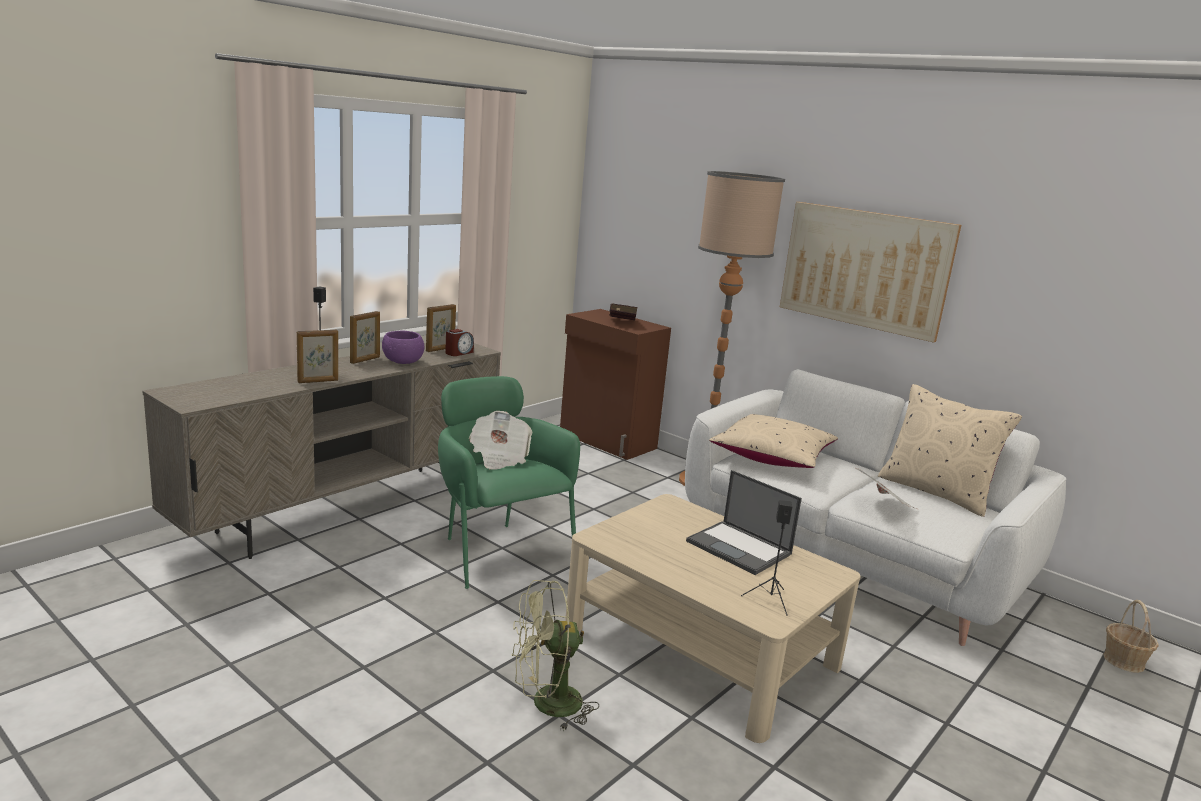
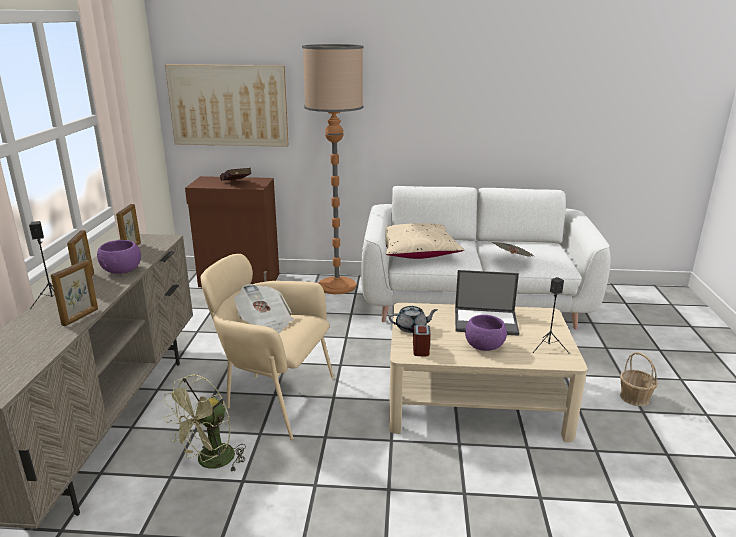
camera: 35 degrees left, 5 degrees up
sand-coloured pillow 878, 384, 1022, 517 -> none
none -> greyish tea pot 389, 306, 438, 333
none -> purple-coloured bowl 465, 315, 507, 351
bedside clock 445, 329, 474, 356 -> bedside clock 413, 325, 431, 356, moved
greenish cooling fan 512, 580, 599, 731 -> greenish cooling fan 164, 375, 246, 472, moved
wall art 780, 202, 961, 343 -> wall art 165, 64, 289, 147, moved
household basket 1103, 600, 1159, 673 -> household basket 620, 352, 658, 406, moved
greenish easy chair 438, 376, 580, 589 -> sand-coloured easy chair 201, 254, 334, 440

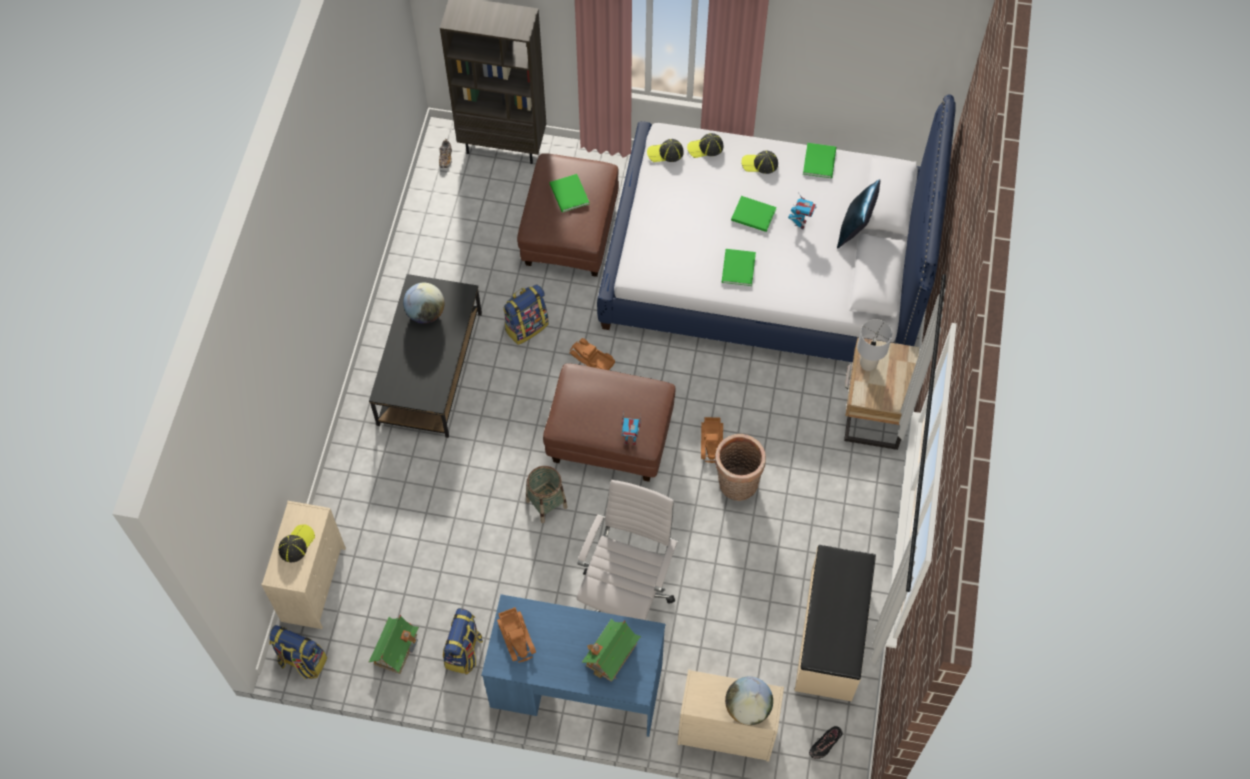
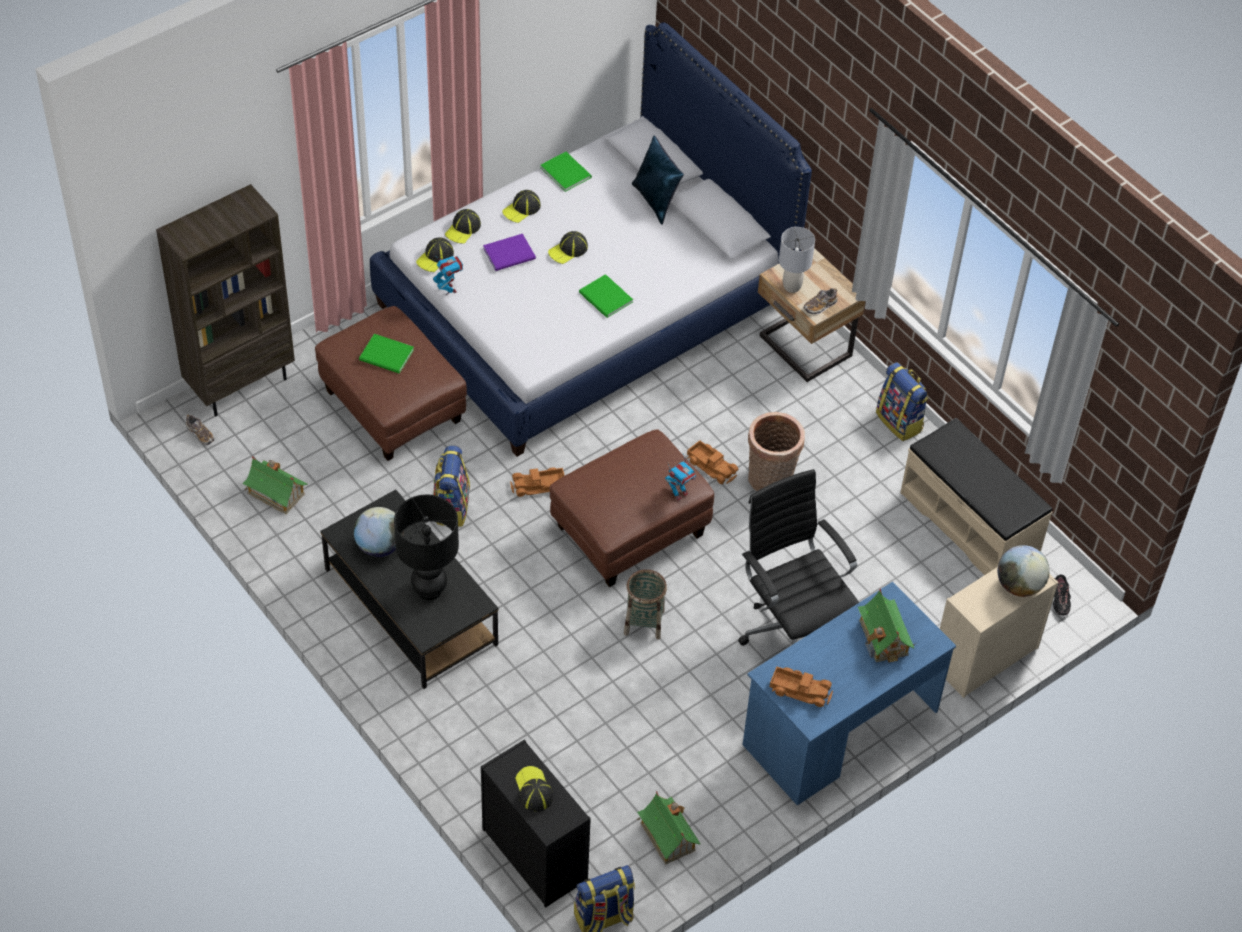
camera: 50 degrees left, 10 degrees down
none -> model house 242, 456, 308, 514
none -> black-coloured table lamp 394, 494, 459, 600
none -> purple-coloured book 483, 234, 536, 271
none -> item of footwear 804, 288, 837, 314
knapsack 443, 608, 483, 674 -> knapsack 876, 362, 928, 441, moved
robot figure 788, 192, 816, 229 -> robot figure 433, 256, 463, 295, moved
greenish book 731, 196, 776, 232 -> baseball cap 548, 231, 588, 264
sand-coloured drawer chest 261, 501, 346, 629 -> black-coloured drawer chest 481, 740, 591, 908
white office chair 577, 480, 678, 620 -> black-coloured office chair 738, 469, 859, 646

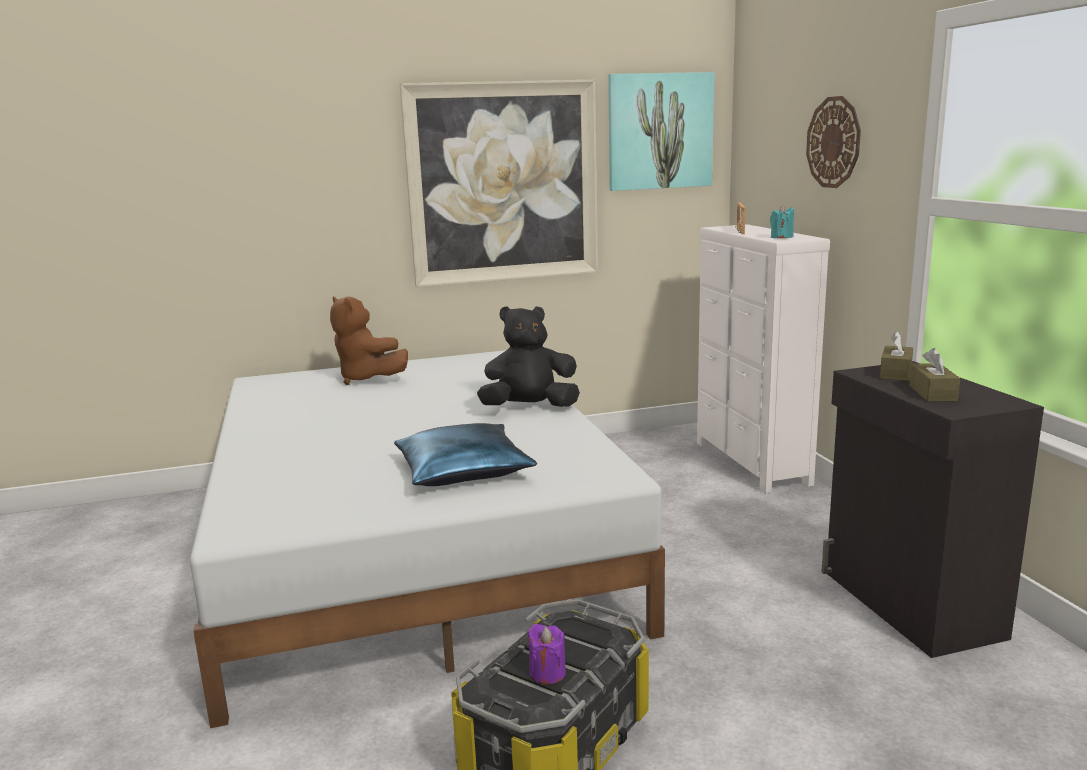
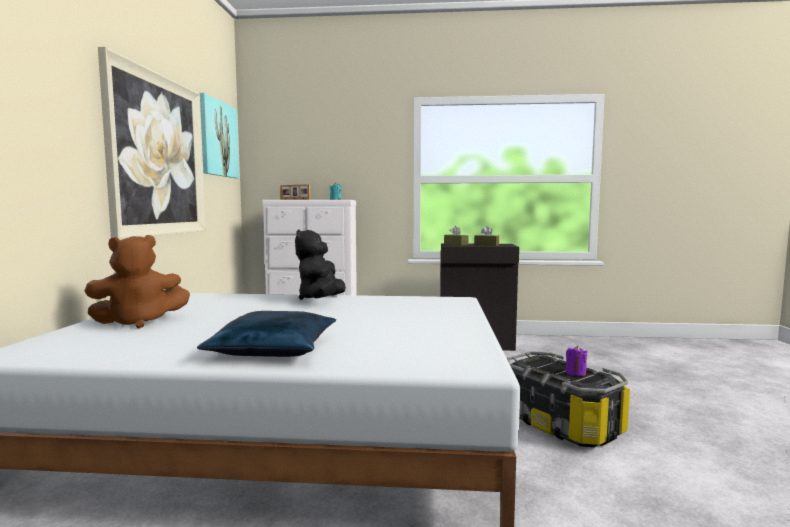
camera: 70 degrees left, 10 degrees down
wall clock 806, 96, 861, 188 -> none
blue pillow 394, 423, 537, 486 -> blue pillow 197, 311, 336, 357, moved

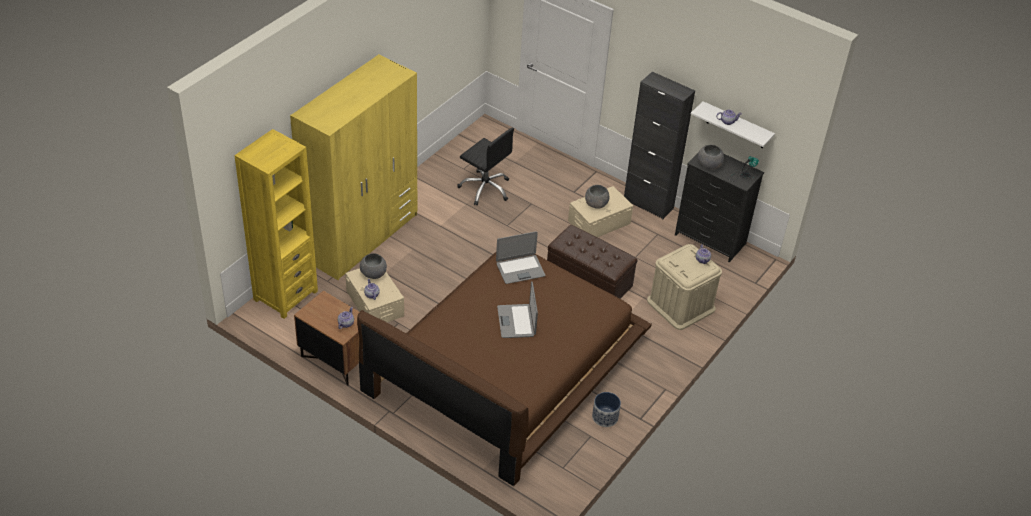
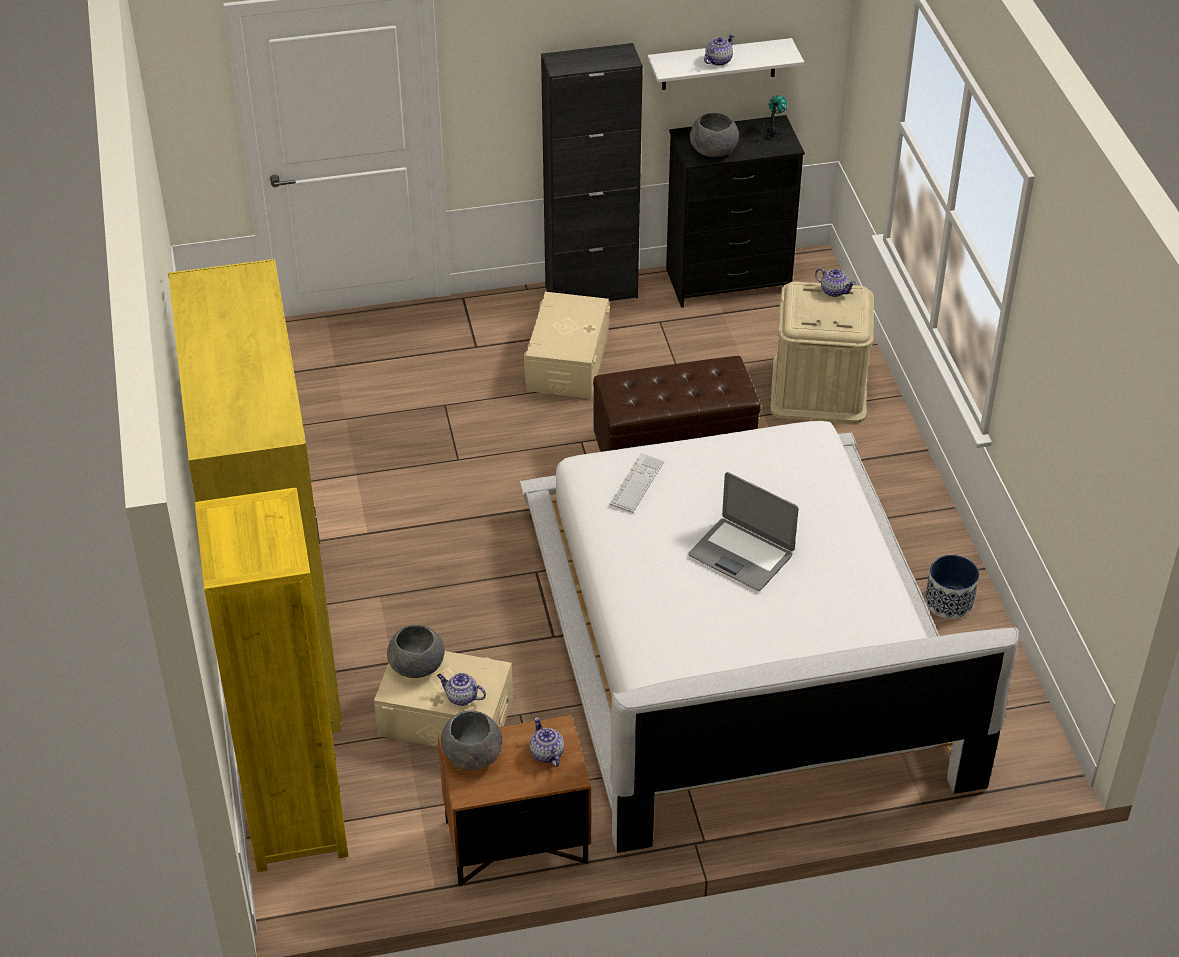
camera: 45 degrees left, 0 degrees up
black-coloured office chair 457, 128, 514, 205 -> none
greyish bowl 585, 185, 609, 209 -> greyish bowl 441, 711, 502, 771, moved
laptop 496, 231, 545, 284 -> keyboard 609, 453, 664, 513
brownish sleeping bed 357, 252, 652, 486 -> white sleeping bed 520, 421, 1019, 853

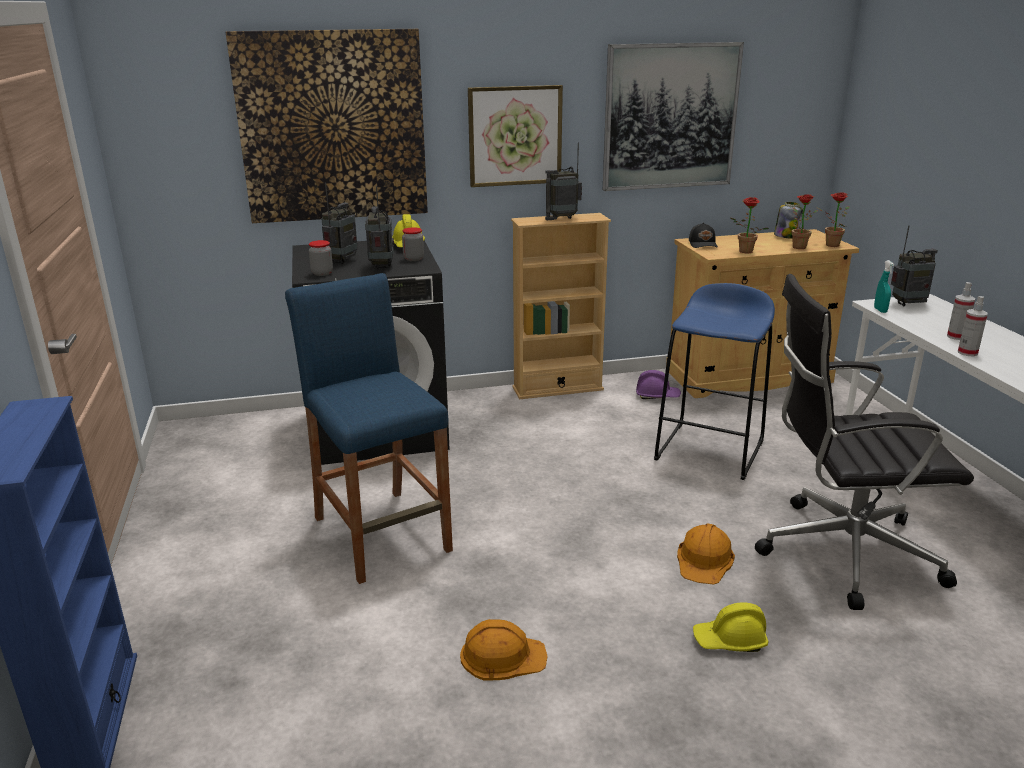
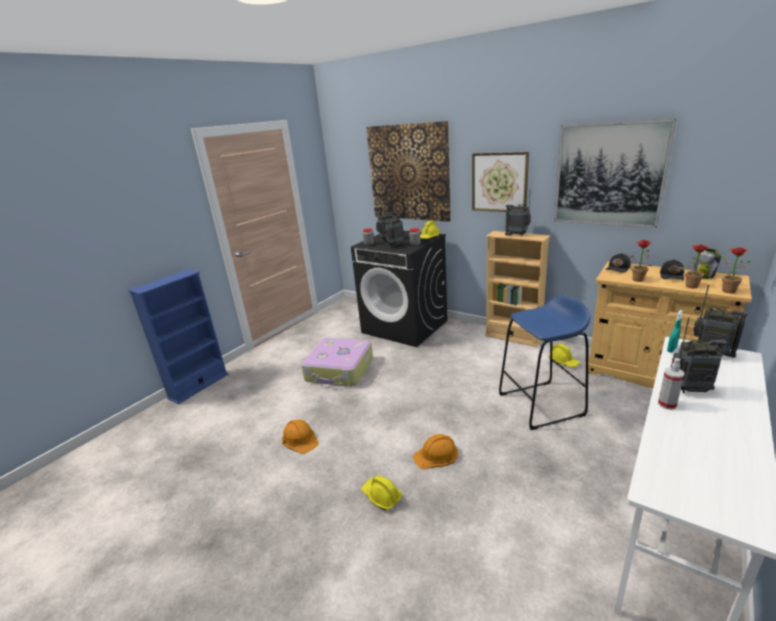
camera: 50 degrees right, 0 degrees up
black-coloured office chair 755, 274, 974, 610 -> none
none -> black-coloured baseball cap 660, 259, 684, 280
blue stool seat 285, 273, 453, 584 -> suitcase 301, 338, 373, 386
hand sprayer 947, 282, 975, 340 -> radio 671, 318, 727, 393
purple-coloured safety helmet 636, 370, 681, 399 -> yellowish safety helmet 548, 344, 580, 367

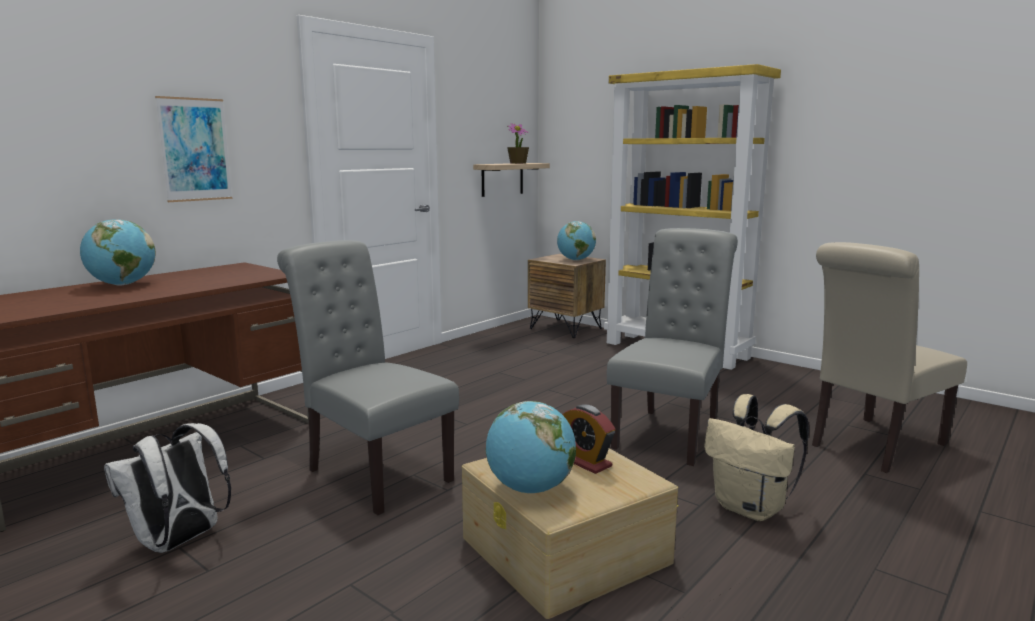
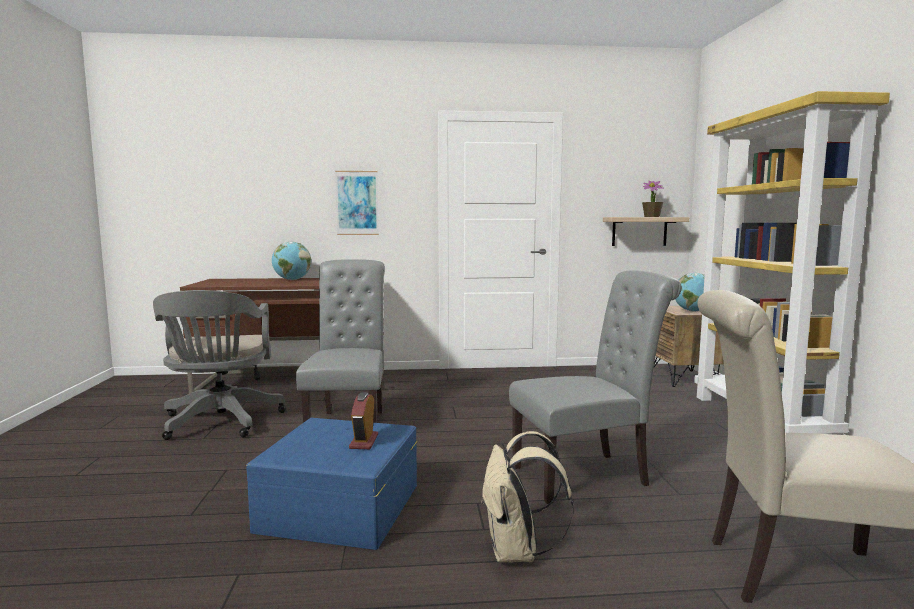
camera: 45 degrees right, 5 degrees down
globe 486, 401, 576, 493 -> none
white knapsack 104, 423, 231, 553 -> greyish office chair 153, 290, 286, 440
sand-coloured storage box 462, 448, 678, 619 -> blue storage box 246, 418, 417, 550

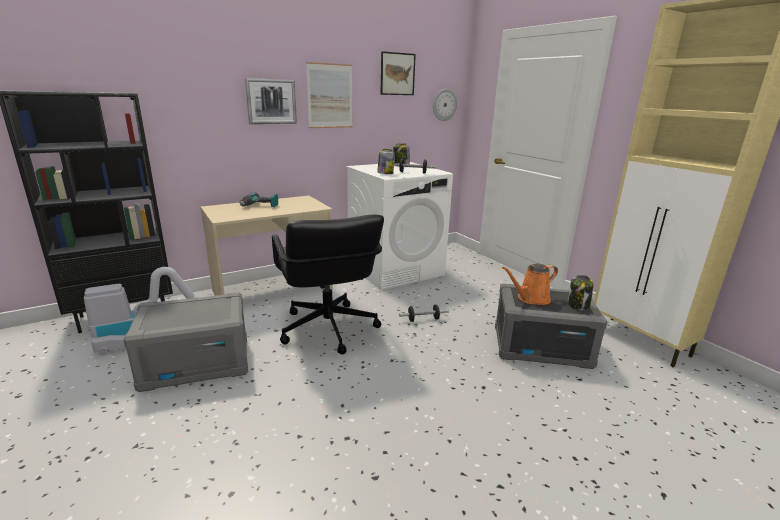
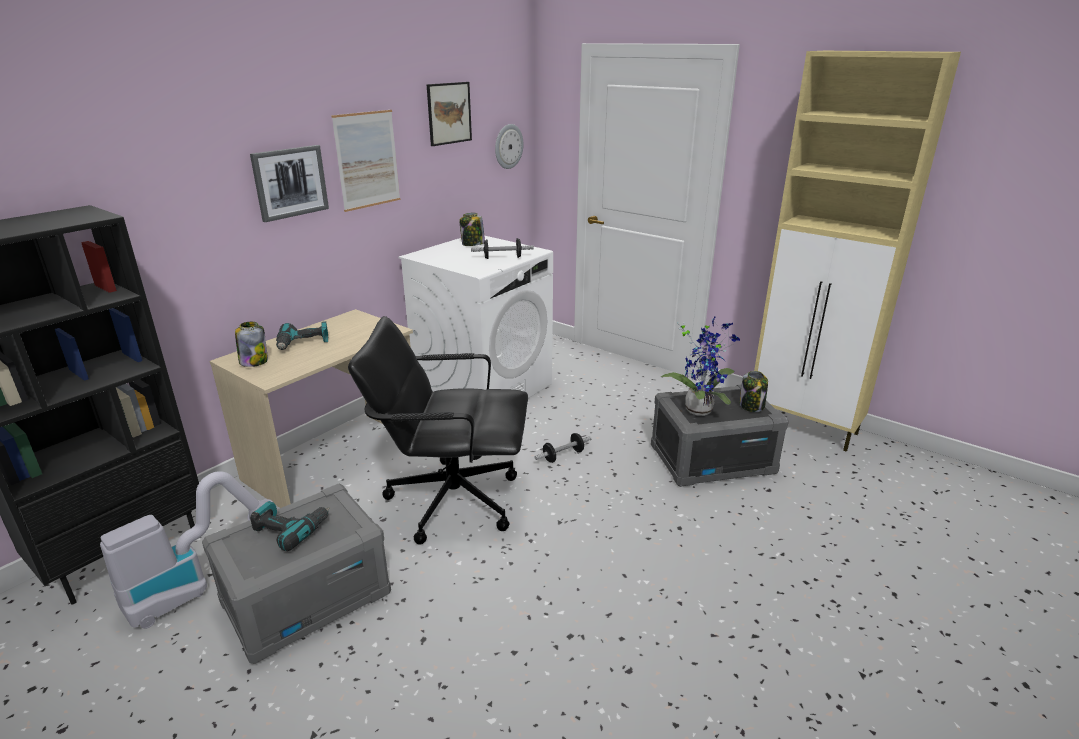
camera: 20 degrees left, 5 degrees up
none -> drill 250, 501, 330, 551
storage jar 377, 149, 395, 174 -> storage jar 235, 322, 268, 367, moved
orange-coloured watering can 502, 263, 558, 305 -> plant in a pot 661, 316, 740, 416
black-coloured office chair 272, 215, 384, 354 -> black-coloured office chair 348, 316, 528, 545, 135 degrees clockwise

